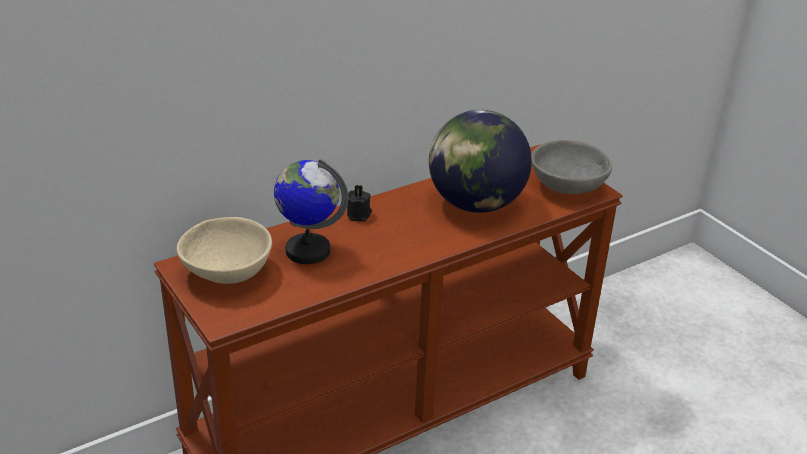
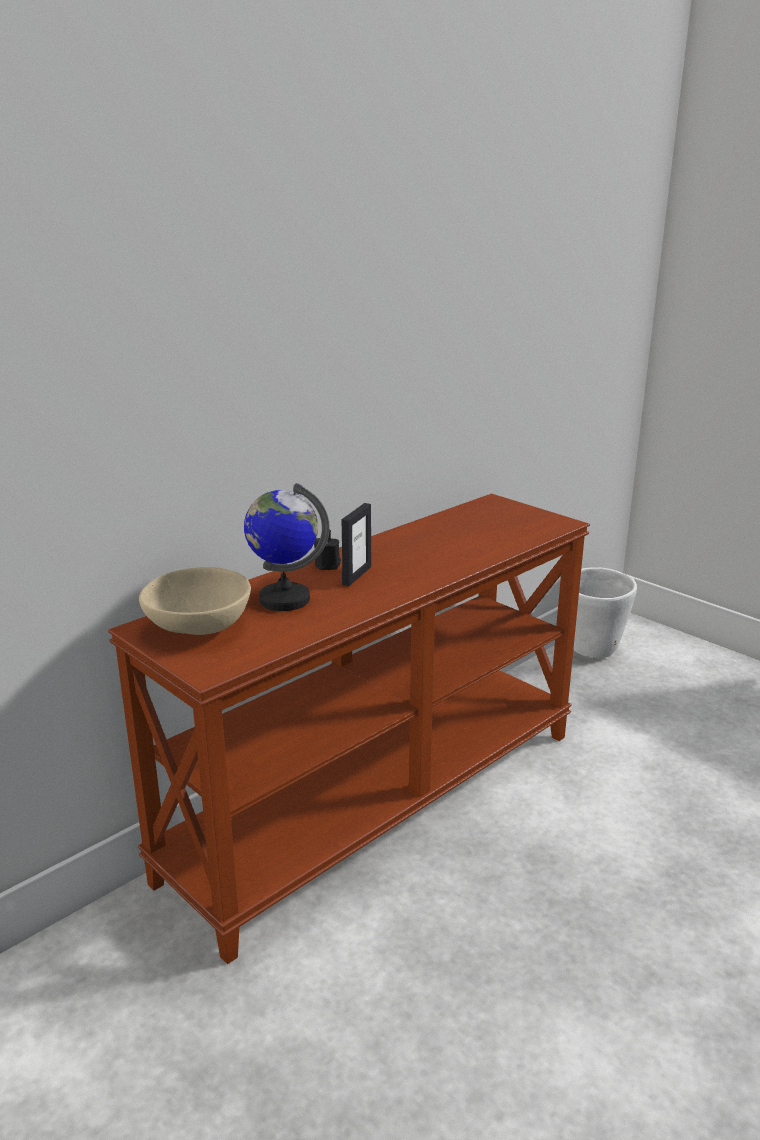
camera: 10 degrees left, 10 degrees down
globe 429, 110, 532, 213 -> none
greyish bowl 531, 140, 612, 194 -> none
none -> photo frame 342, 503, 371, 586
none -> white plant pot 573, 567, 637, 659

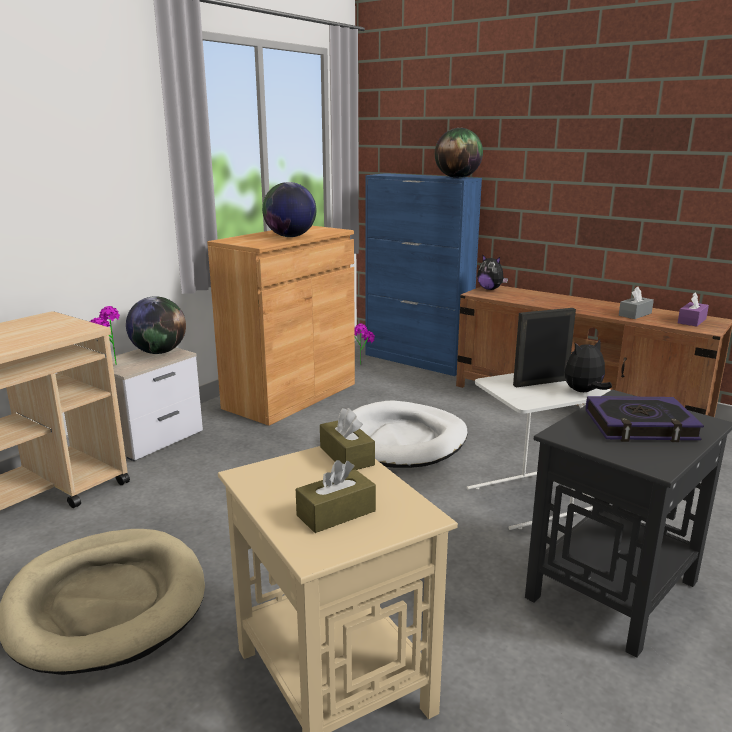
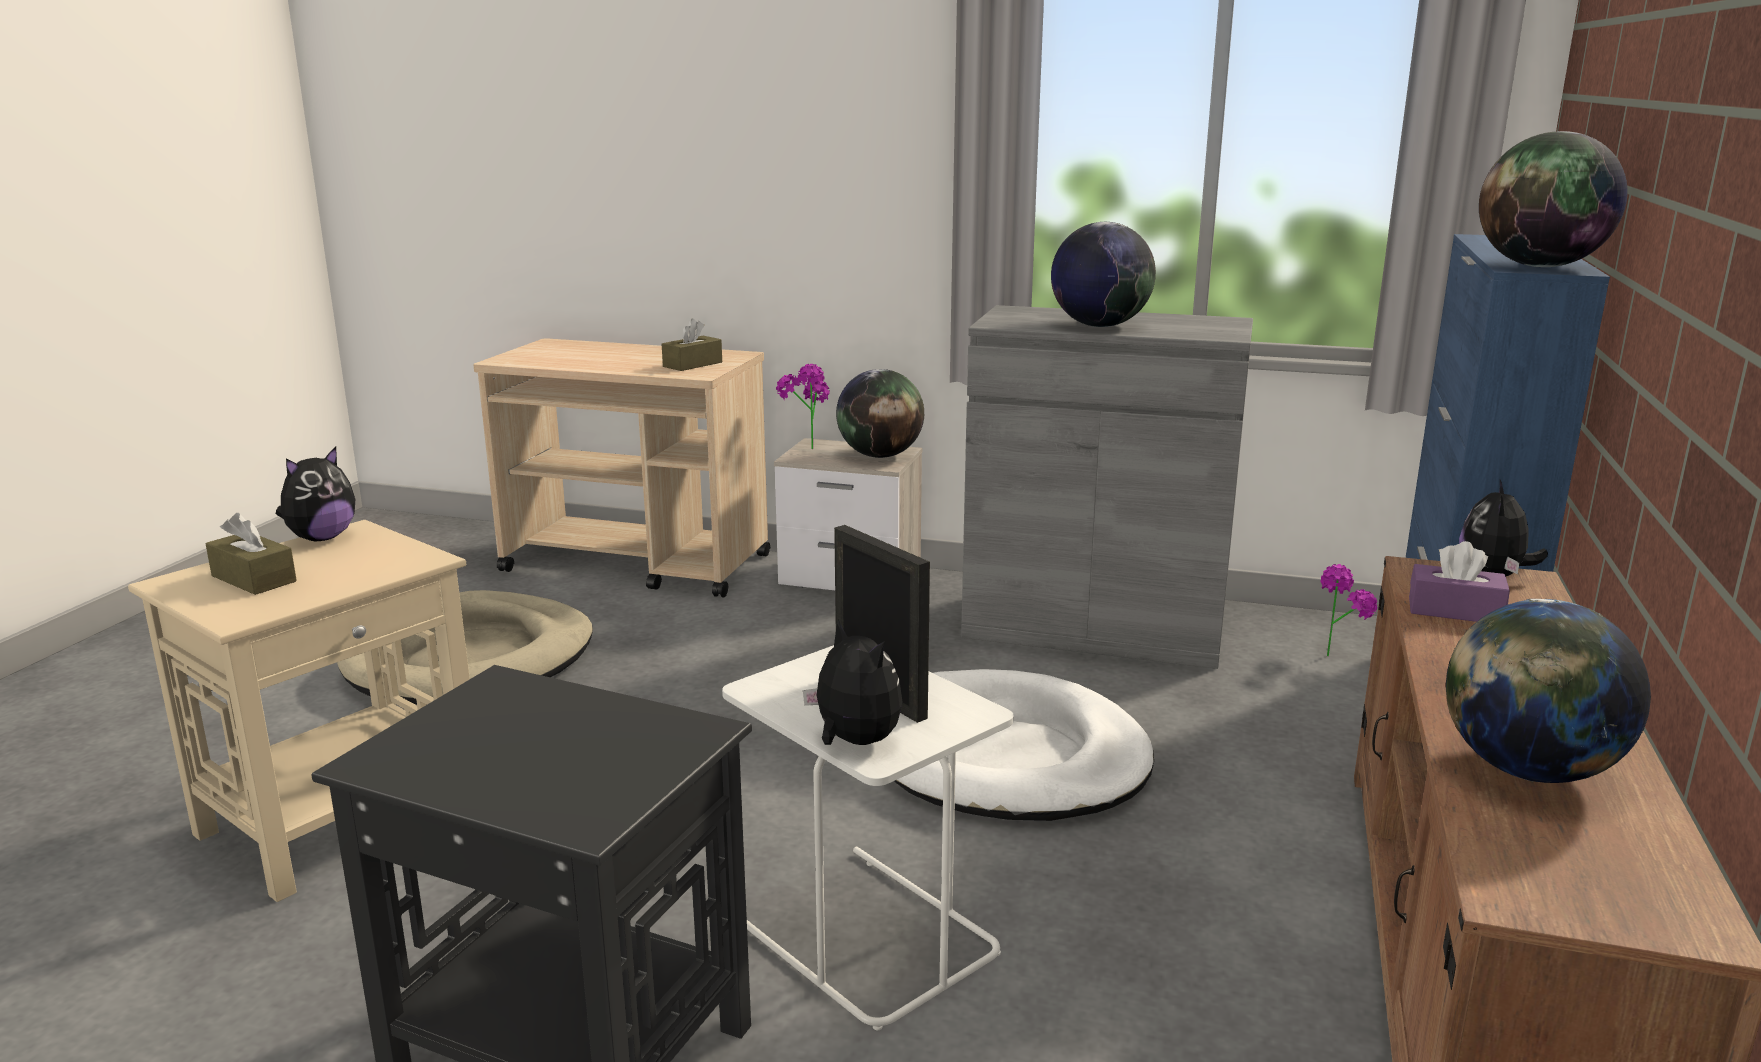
camera: 70 degrees right, 0 degrees up
book 586, 396, 704, 442 -> none
none -> soft toy 276, 447, 355, 541
brownish box of tissues 320, 408, 375, 471 -> brownish box of tissues 662, 319, 722, 371, moved
purple-coloured box of tissues 678, 292, 709, 327 -> purple-coloured box of tissues 1409, 541, 1510, 622, moved
greyish box of tissues 619, 287, 654, 319 -> globe 1446, 599, 1651, 783
brownish cabinet 207, 226, 355, 426 -> greyish cabinet 961, 305, 1253, 669

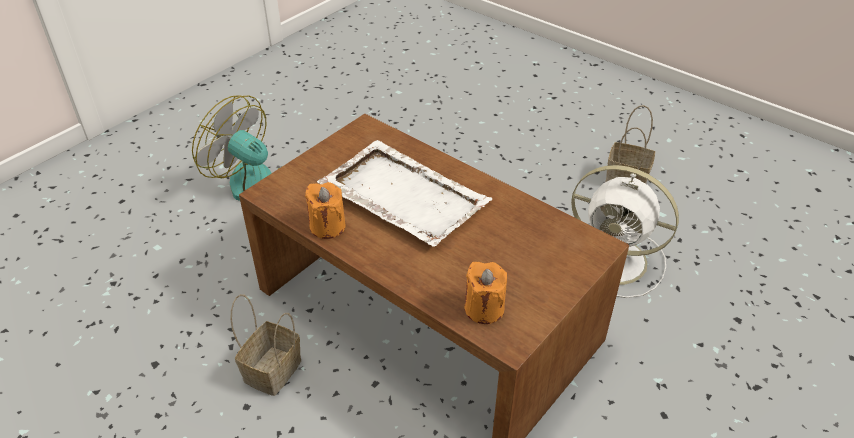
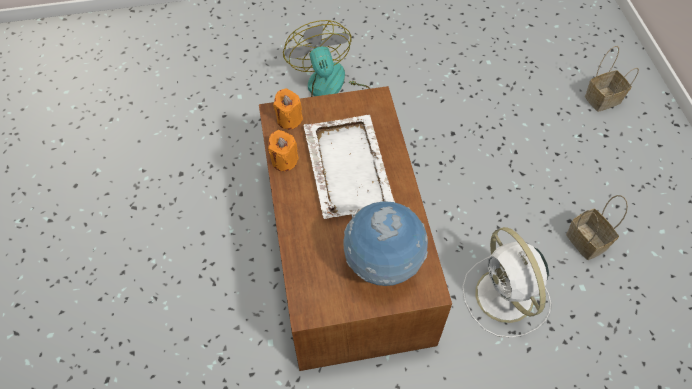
camera: 40 degrees right, 15 degrees up
none -> globe 344, 201, 428, 286
household basket 230, 294, 301, 396 -> household basket 585, 46, 639, 112, moved
orange-coloured wax light 464, 262, 507, 324 -> orange-coloured wax light 273, 88, 303, 129, moved

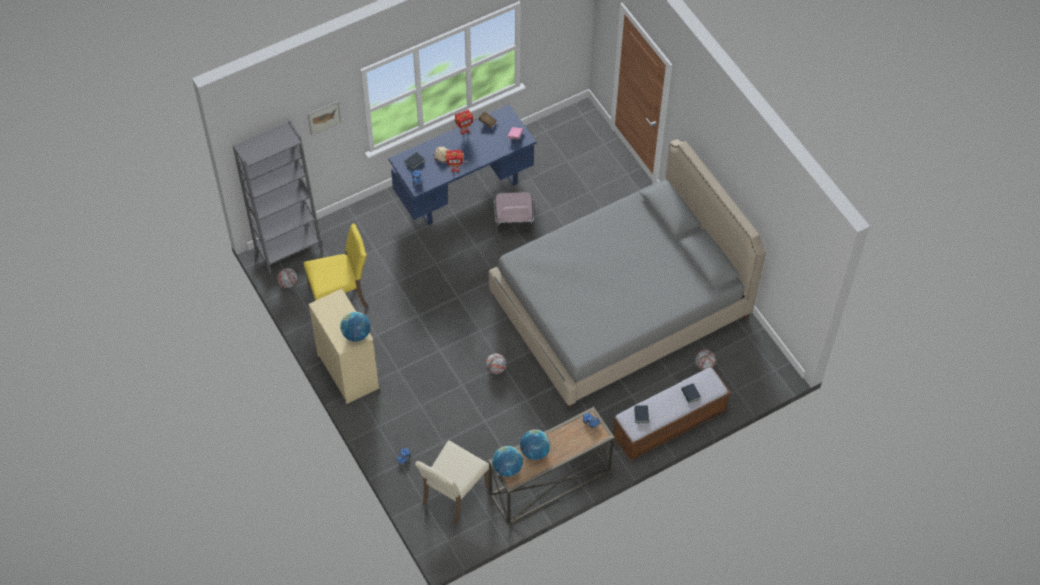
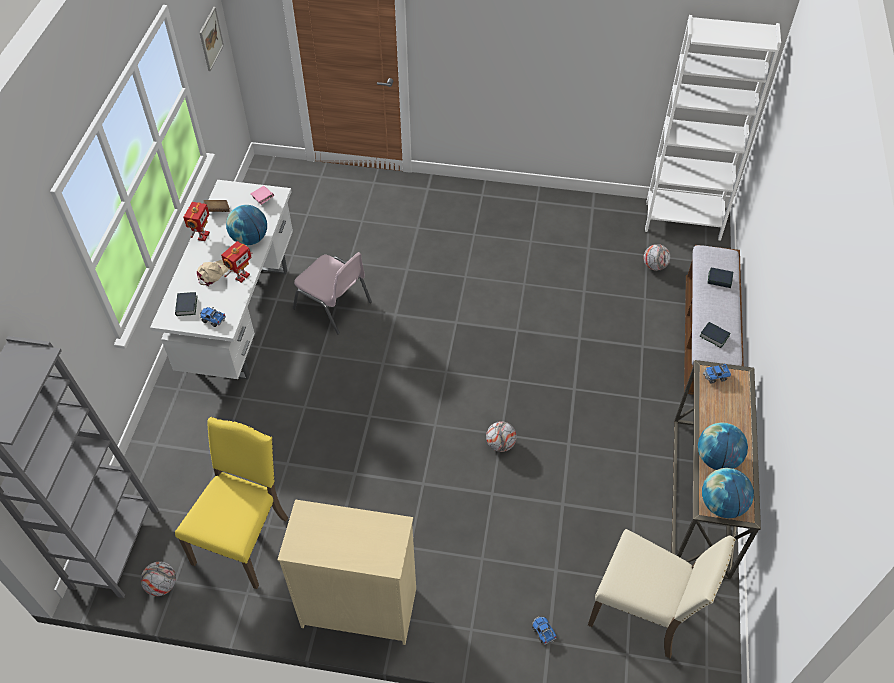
camera: 50 degrees left, 5 degrees down
greyish sleeping bed 489, 139, 766, 408 -> none
none -> white bookshelf 645, 15, 781, 241
wall art 308, 101, 341, 136 -> wall art 199, 7, 224, 71, moved
globe 341, 312, 370, 342 -> globe 226, 205, 267, 245, moved
blue desk unit 388, 105, 536, 225 -> white desk unit 150, 180, 293, 380
sand-coloured plain chair 415, 440, 489, 525 -> sand-coloured plain chair 588, 529, 736, 658, 45 degrees counterclockwise

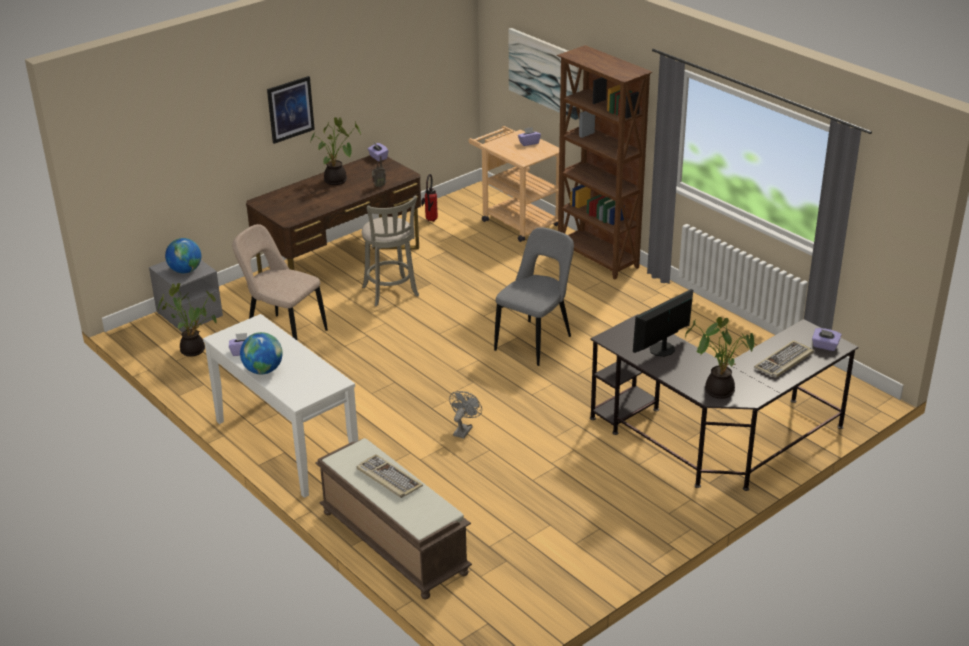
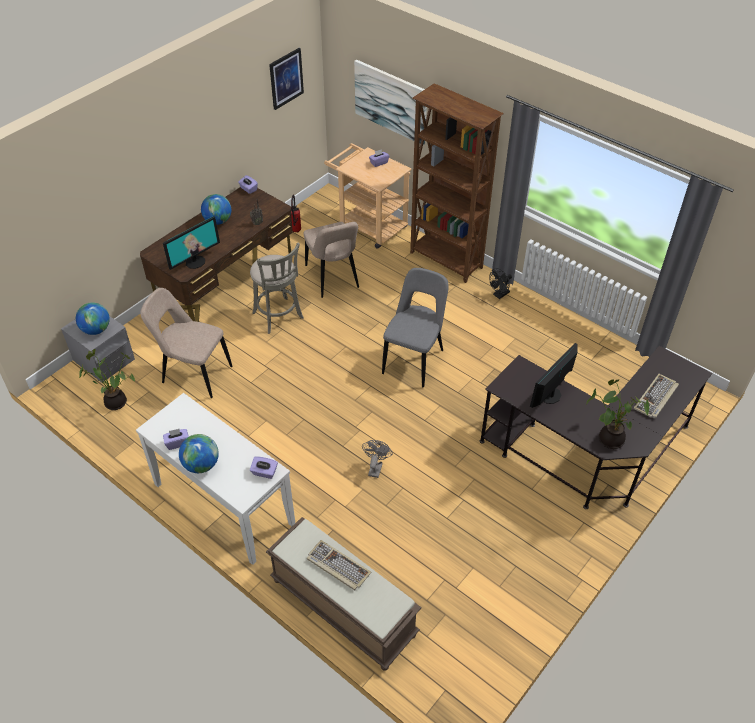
camera: 10 degrees left, 15 degrees up
none -> computer screen 163, 216, 220, 270
none -> sand-coloured plain chair 303, 222, 359, 298
none -> black-coloured cooling fan 489, 268, 512, 299
wall art 267, 76, 315, 144 -> wall art 269, 48, 304, 110, moved
purple-coloured box of tissues 812, 328, 842, 351 -> purple-coloured box of tissues 250, 456, 278, 479, moved
plant in a pot 310, 117, 361, 185 -> globe 201, 194, 231, 225

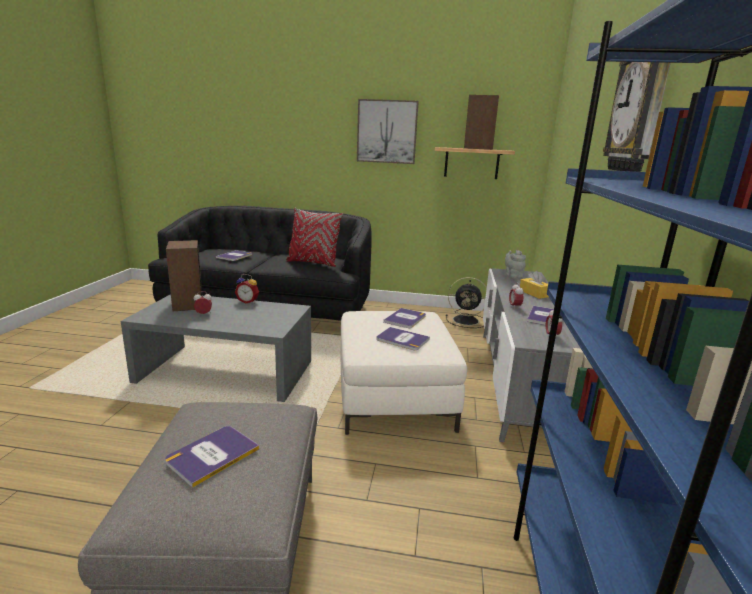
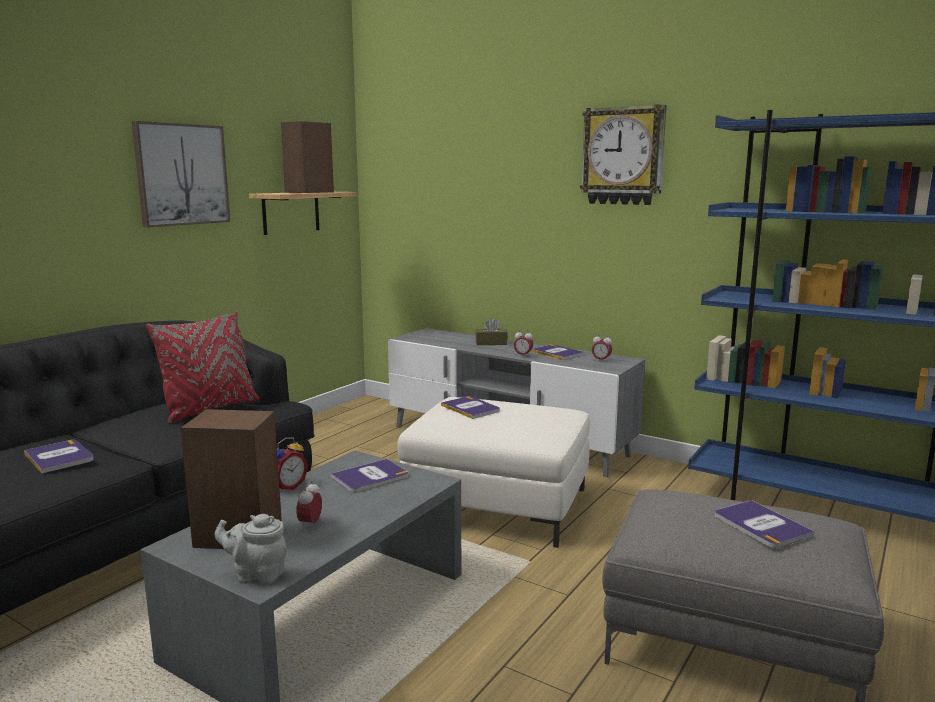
camera: 65 degrees left, 5 degrees down
black-coloured cooling fan 446, 277, 487, 328 -> none
book 376, 327, 430, 350 -> book 331, 459, 408, 492, moved
greyish tea pot 505, 250, 526, 278 -> greyish tea pot 215, 514, 287, 585, moved
yellowish box of tissues 520, 271, 549, 299 -> brownish box of tissues 475, 318, 508, 345

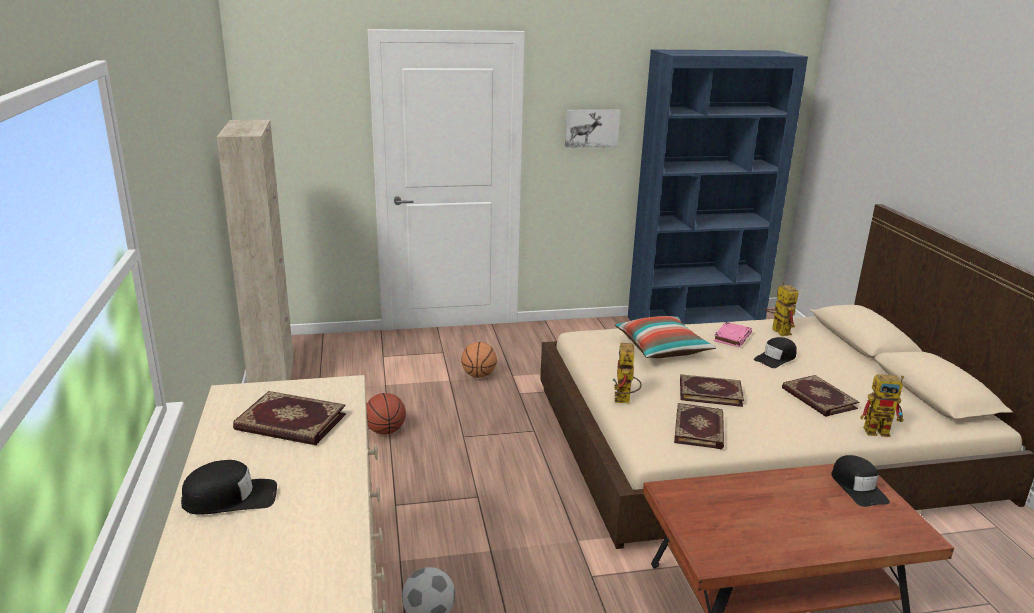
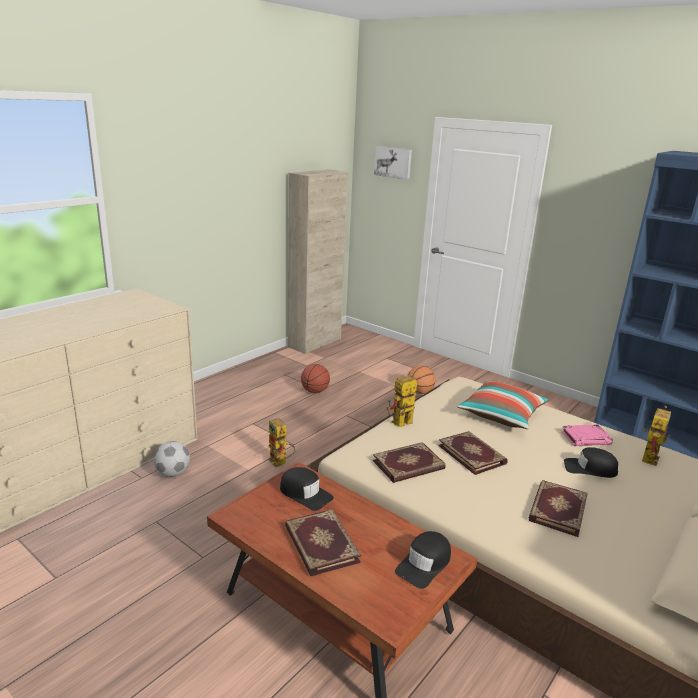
camera: 50 degrees right, 0 degrees up
black-coloured baseball cap 181, 460, 277, 515 -> black-coloured baseball cap 280, 467, 334, 511, moved
book 233, 391, 346, 445 -> book 285, 509, 361, 576, moved
wall art 565, 109, 620, 148 -> wall art 374, 146, 412, 180, moved
robot figure 860, 374, 904, 437 -> robot figure 268, 418, 296, 467, moved

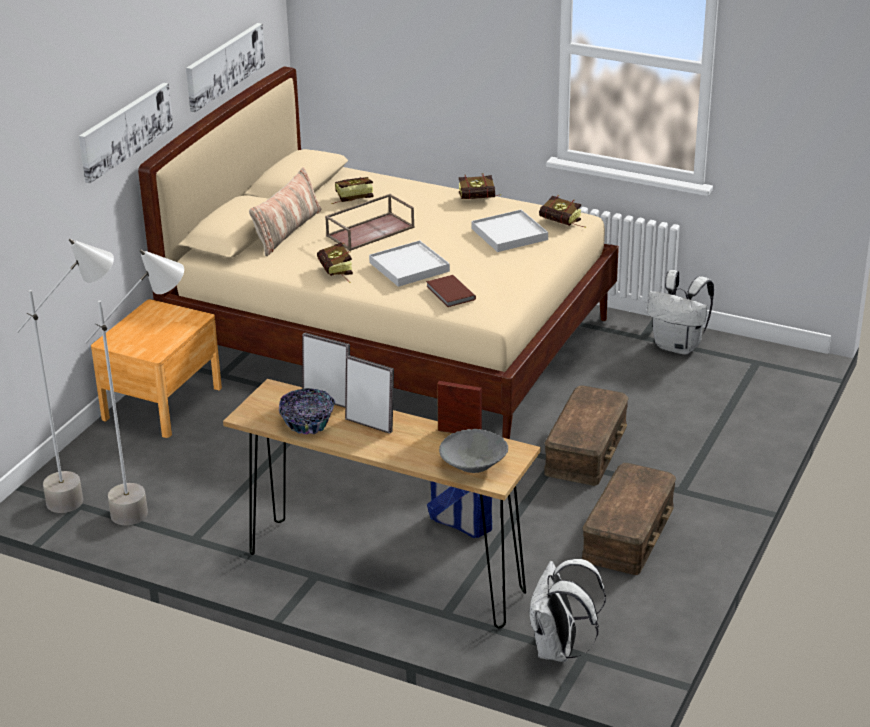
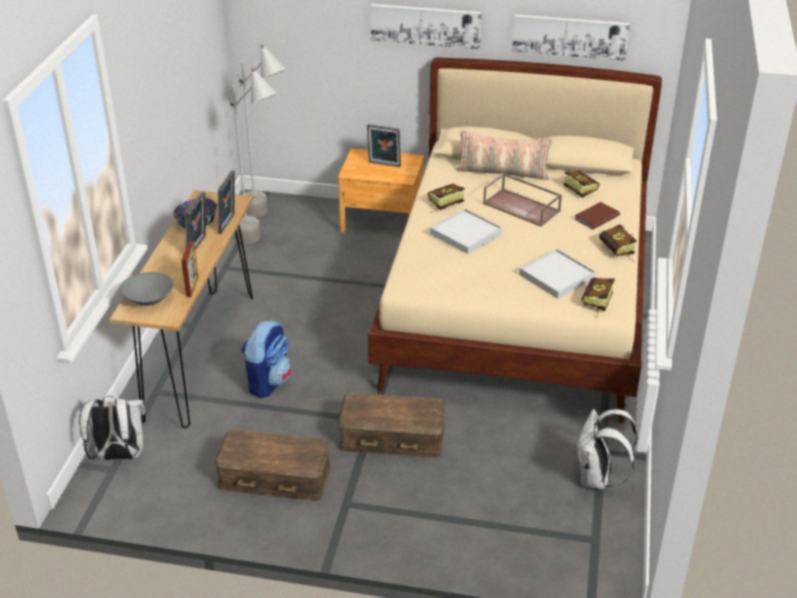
camera: 75 degrees right, 5 degrees up
none -> photo frame 367, 124, 401, 167
brownish book 426, 275, 476, 307 -> brownish book 574, 202, 620, 229, moved

